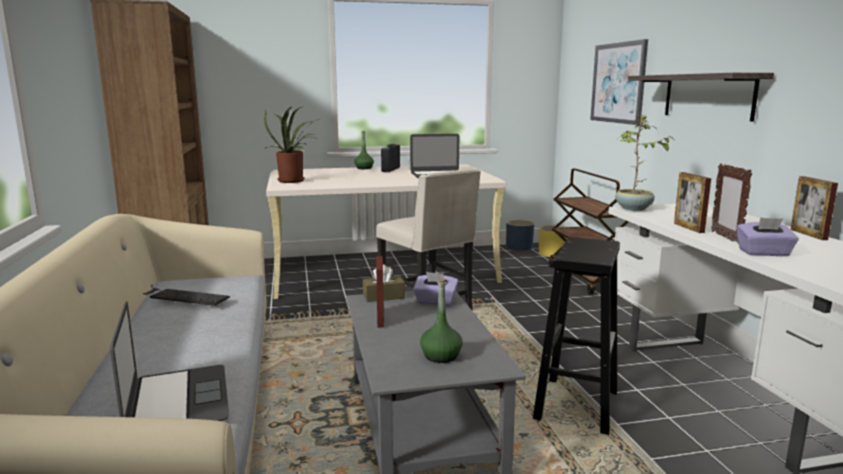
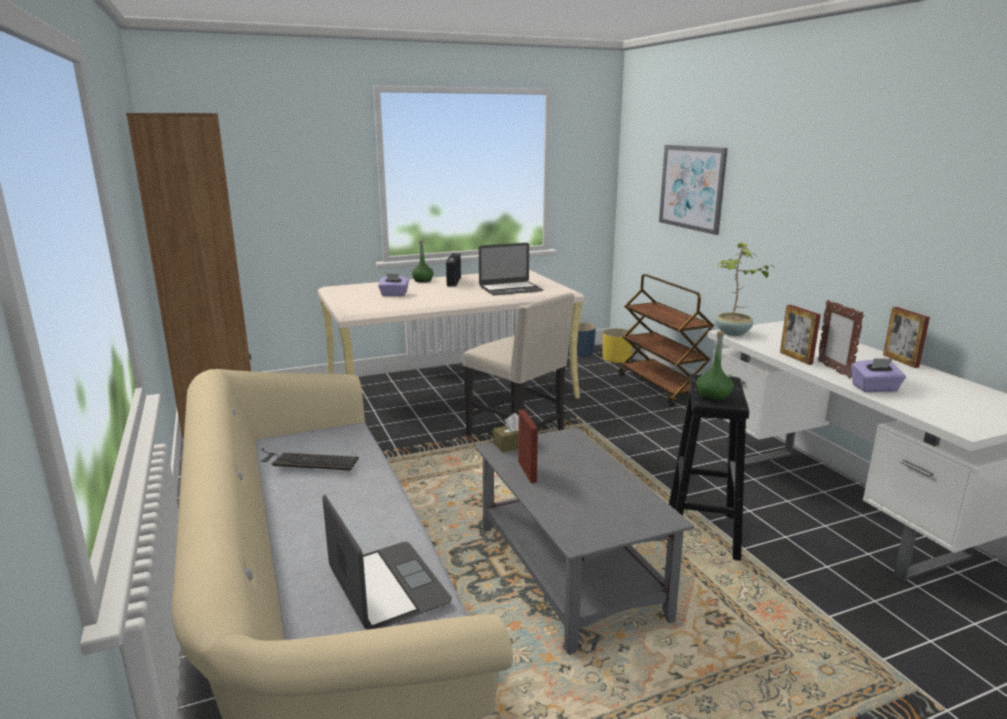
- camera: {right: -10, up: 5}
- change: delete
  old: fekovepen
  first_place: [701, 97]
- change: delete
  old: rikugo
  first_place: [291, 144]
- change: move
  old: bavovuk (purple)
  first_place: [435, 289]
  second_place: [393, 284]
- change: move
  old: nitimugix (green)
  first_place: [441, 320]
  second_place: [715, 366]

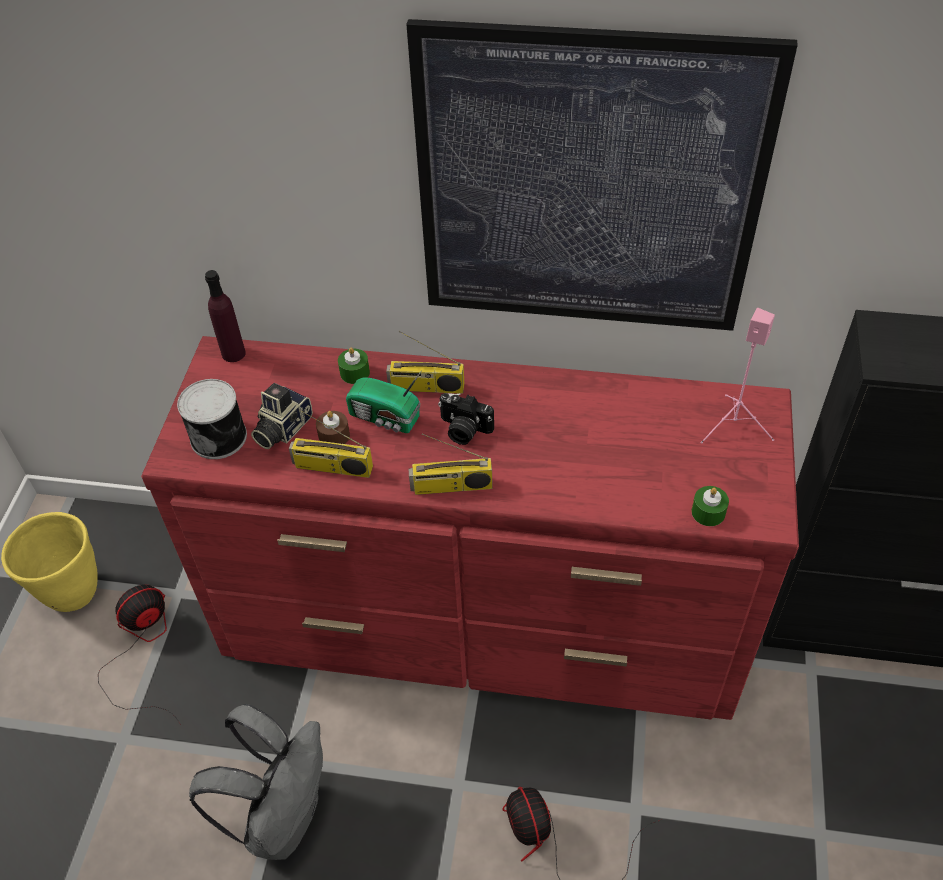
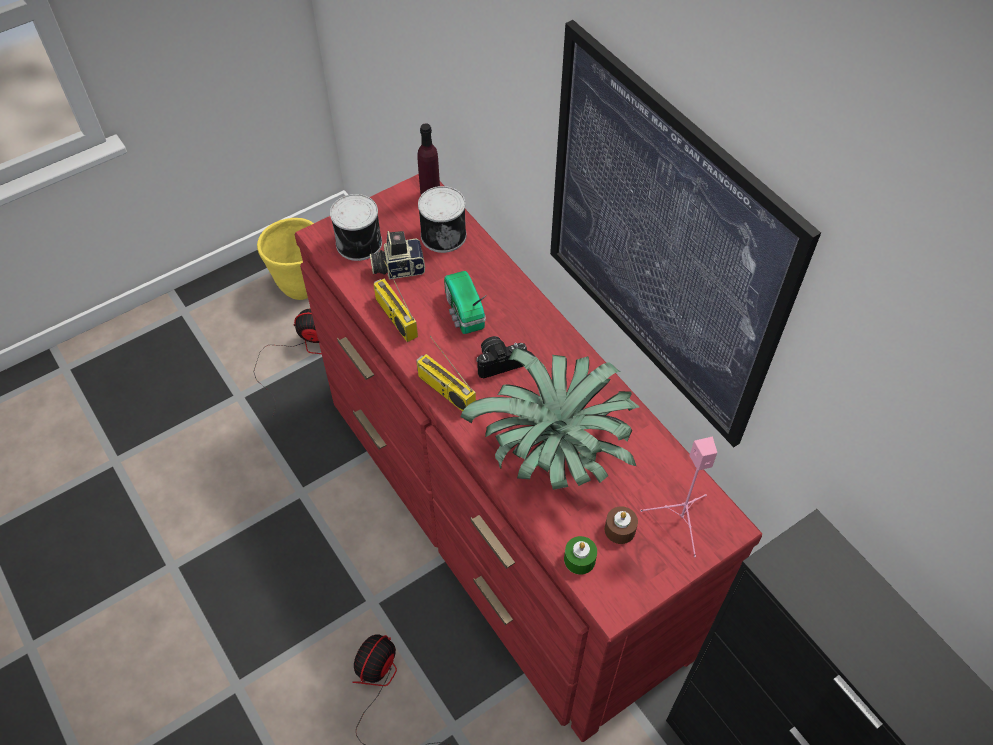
- camera: {right: 45, up: 5}
- change: delete
  old: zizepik
  first_place: [425, 362]
- change: delete
  old: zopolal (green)
  first_place: [354, 365]
- change: rotate
  old: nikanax
  first_place: [466, 419]
  second_place: [501, 357]
  degrees: 90
- change: move
  old: zopolal (brown)
  first_place: [333, 427]
  second_place: [621, 525]
- change: delete
  old: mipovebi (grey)
  first_place: [256, 782]
- change: insert
  new: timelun
  second_place: [442, 219]
- change: insert
  new: rikugo
  second_place: [550, 419]

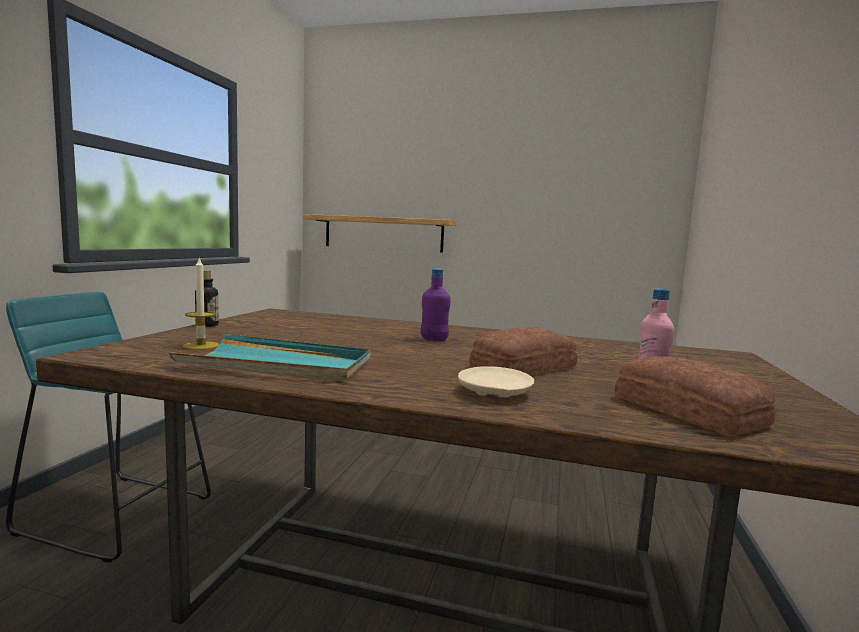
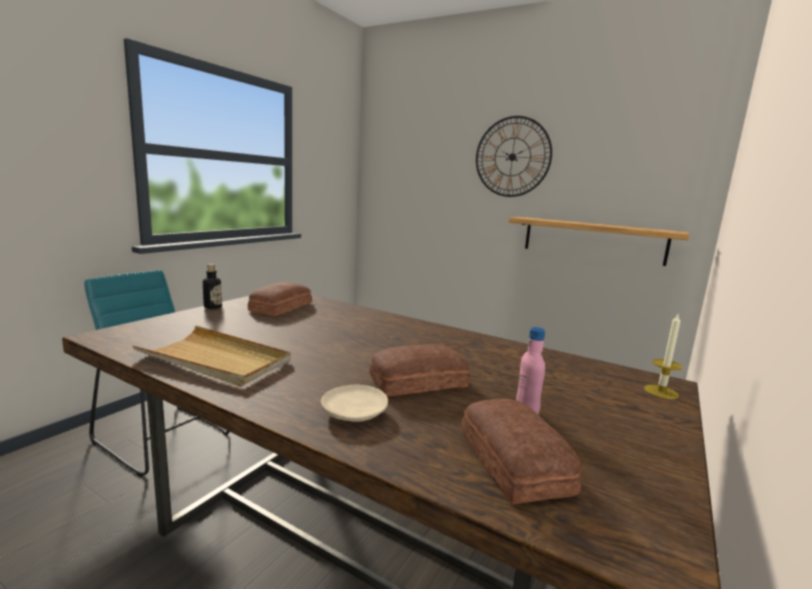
- camera: {right: 15, up: 5}
- change: move
  old: fekovepen
  first_place: [379, 233]
  second_place: [598, 241]
- change: move
  old: zopolal
  first_place: [201, 303]
  second_place: [663, 356]
- change: delete
  old: nitimugix (purple)
  first_place: [435, 304]
- change: recolor
  old: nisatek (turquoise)
  new: nisatek (beige)
  first_place: [269, 358]
  second_place: [211, 356]
- change: insert
  new: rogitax
  second_place: [514, 156]
- change: insert
  new: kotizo
  second_place: [280, 299]

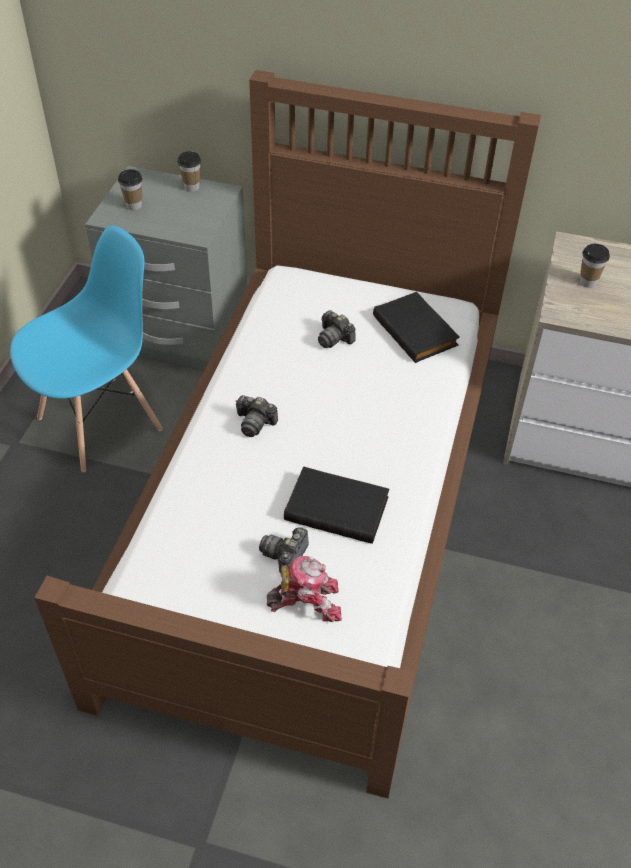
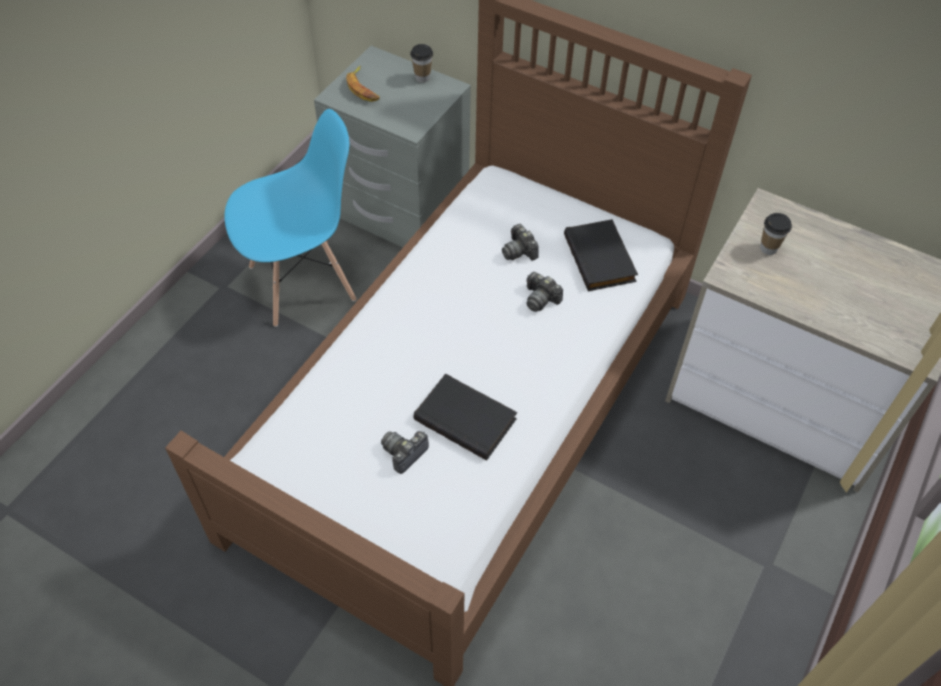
- camera: {right: 15, up: 5}
- change: replace
  old: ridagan
  new: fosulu
  first_place: [130, 189]
  second_place: [363, 84]
- change: move
  old: nikanax
  first_place: [257, 416]
  second_place: [545, 292]
- change: delete
  old: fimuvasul
  first_place: [304, 589]

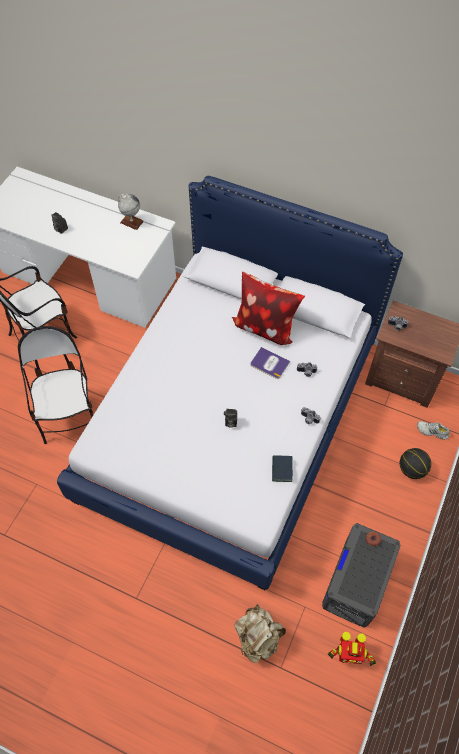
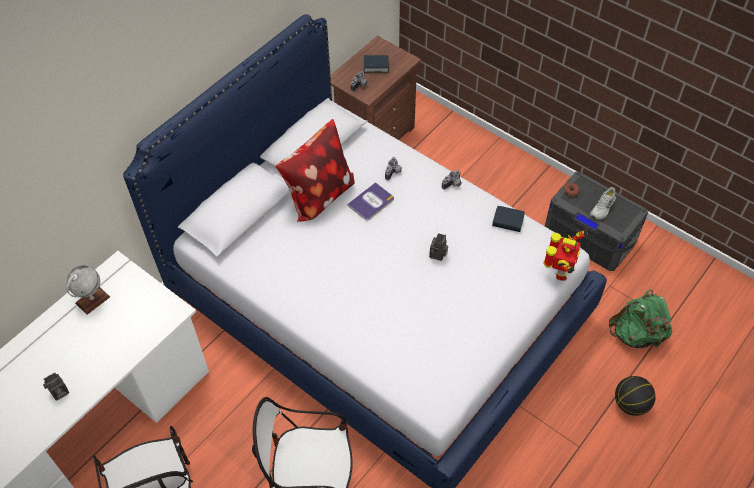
- camera: {right: -75, up: -5}
- change: move
  old: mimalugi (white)
  first_place: [433, 430]
  second_place: [603, 203]
- change: move
  old: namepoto
  first_place: [415, 463]
  second_place: [635, 396]
- change: recolor
  old: mipovebi (beige)
  new: mipovebi (green)
  first_place: [260, 633]
  second_place: [640, 319]
- change: move
  old: fimuvasul
  first_place: [352, 649]
  second_place: [566, 254]
- change: insert
  new: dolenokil
  second_place: [376, 64]

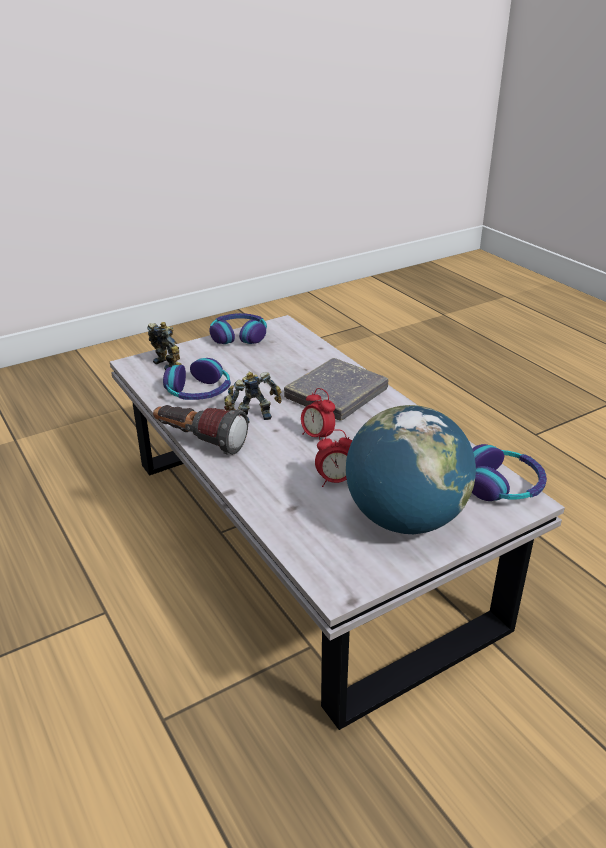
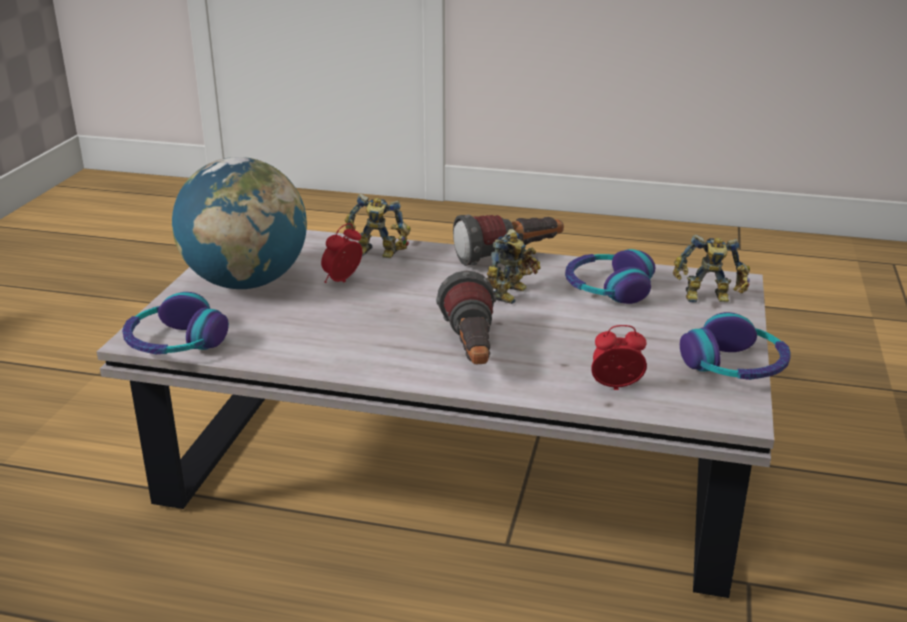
- camera: {right: 135, up: -5}
- change: replace
  old: dolenokil (grey)
  new: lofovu
  first_place: [336, 389]
  second_place: [466, 317]
- change: move
  old: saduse
  first_place: [318, 414]
  second_place: [619, 357]
- change: insert
  new: fimuvasul
  second_place: [378, 226]

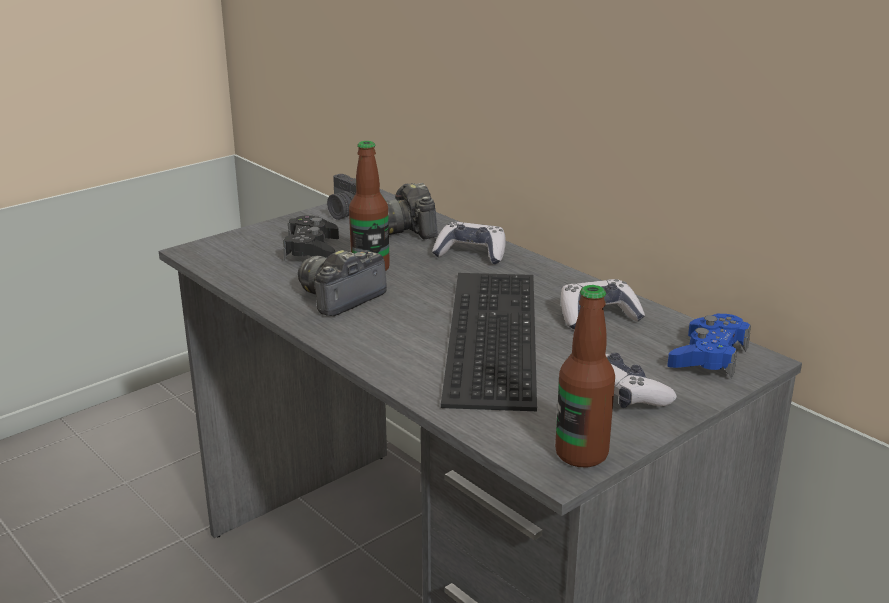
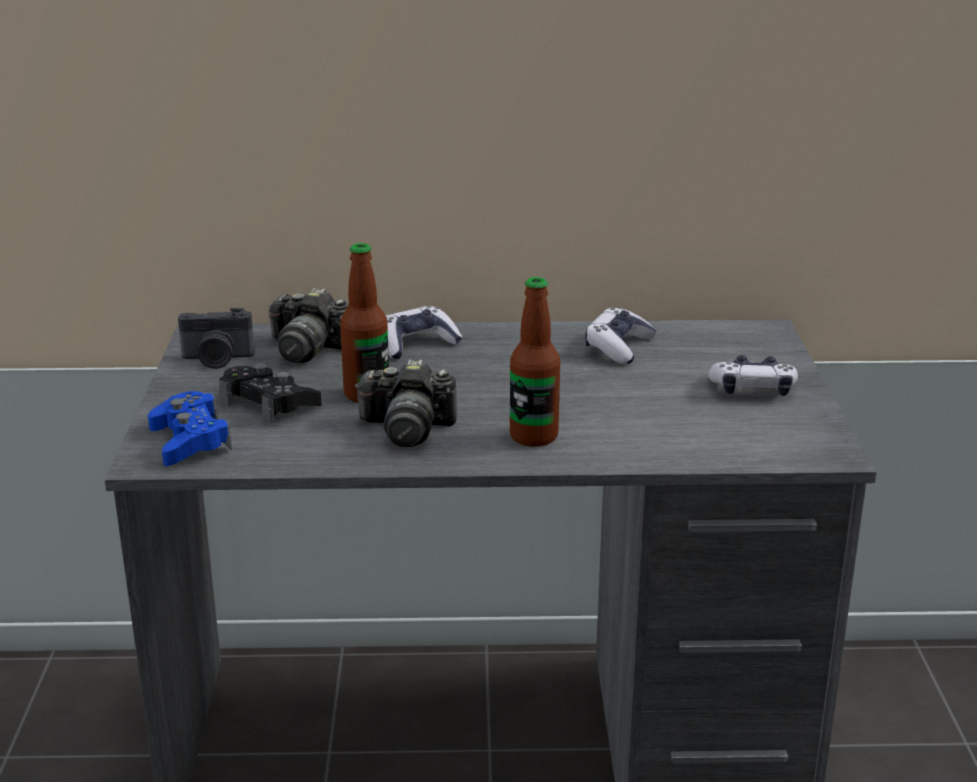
- camera: {right: -50, up: 0}
- change: rotate
  old: nikanax
  first_place: [342, 283]
  second_place: [406, 403]
  degrees: -75
- change: delete
  old: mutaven
  first_place: [489, 342]
- change: move
  old: nitimugix
  first_place: [585, 376]
  second_place: [535, 362]
- change: move
  old: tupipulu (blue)
  first_place: [709, 345]
  second_place: [190, 428]

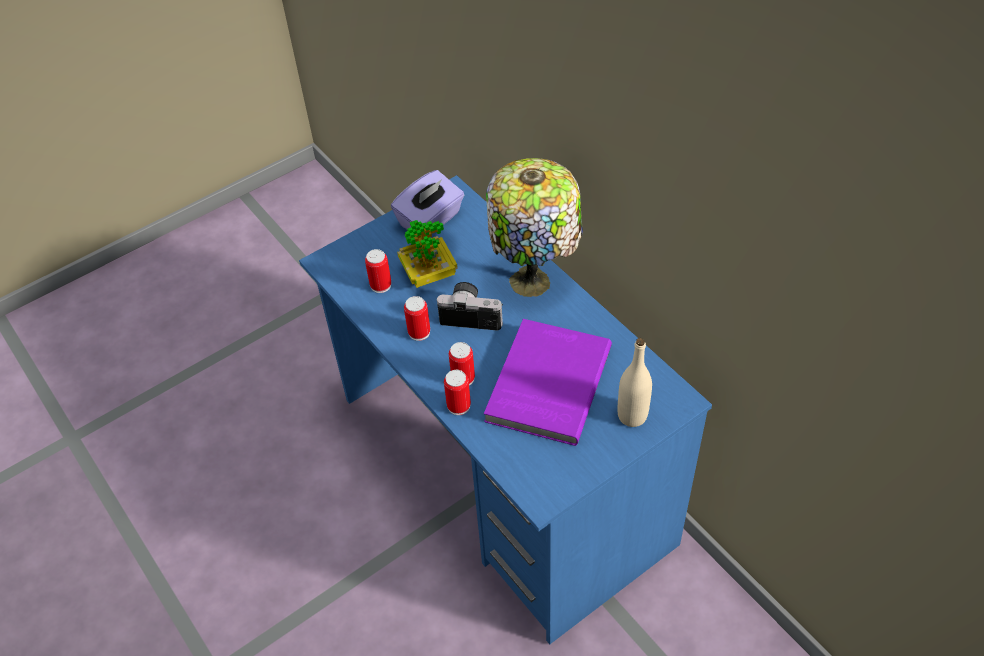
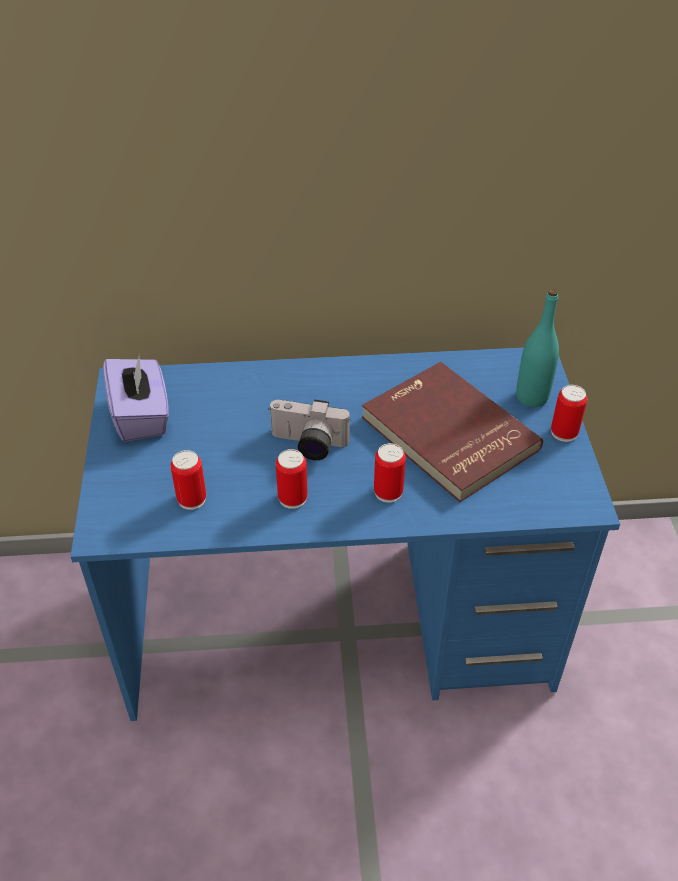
- camera: {right: -60, up: -5}
- change: delete
  old: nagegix
  first_place: [534, 227]
- change: delete
  old: rikugo
  first_place: [427, 254]
- change: rotate
  old: nikanax
  first_place: [469, 306]
  second_place: [309, 429]
  degrees: -120
- change: recolor
  old: dolenokil (purple)
  new: dolenokil (red)
  first_place: [548, 382]
  second_place: [452, 432]
- change: recolor
  old: nitimugix (beige)
  new: nitimugix (turquoise)
  first_place: [634, 382]
  second_place: [537, 348]
- change: move
  old: timelun
  first_place: [457, 392]
  second_place: [569, 413]

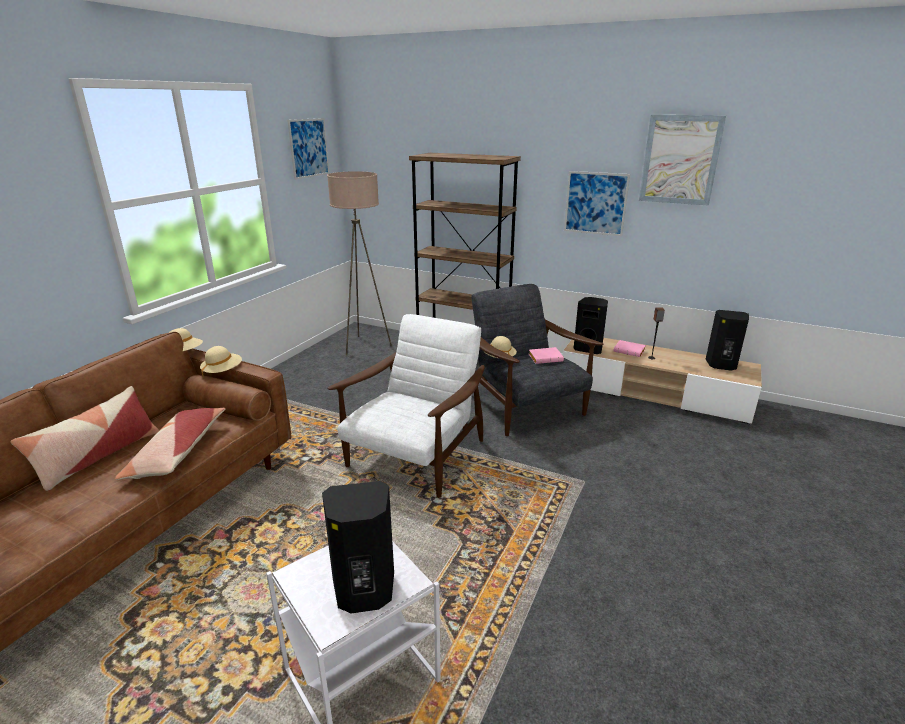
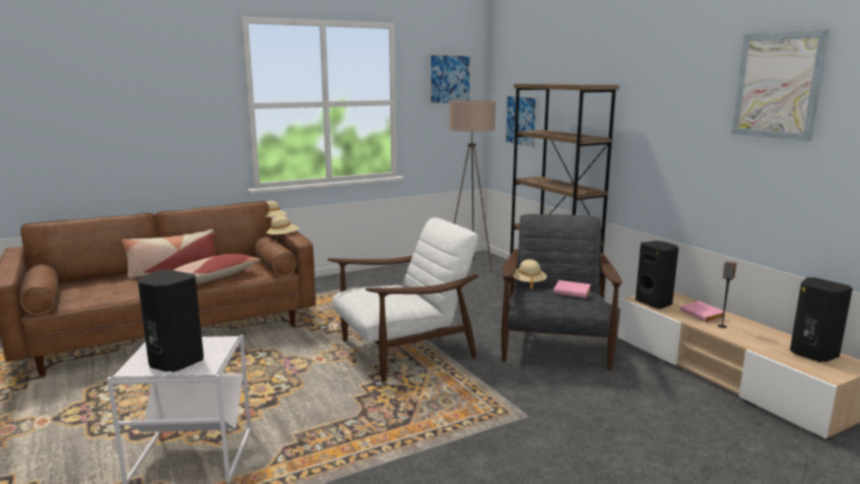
- camera: {right: 35, up: -10}
- change: move
  old: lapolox
  first_place: [597, 203]
  second_place: [521, 122]

